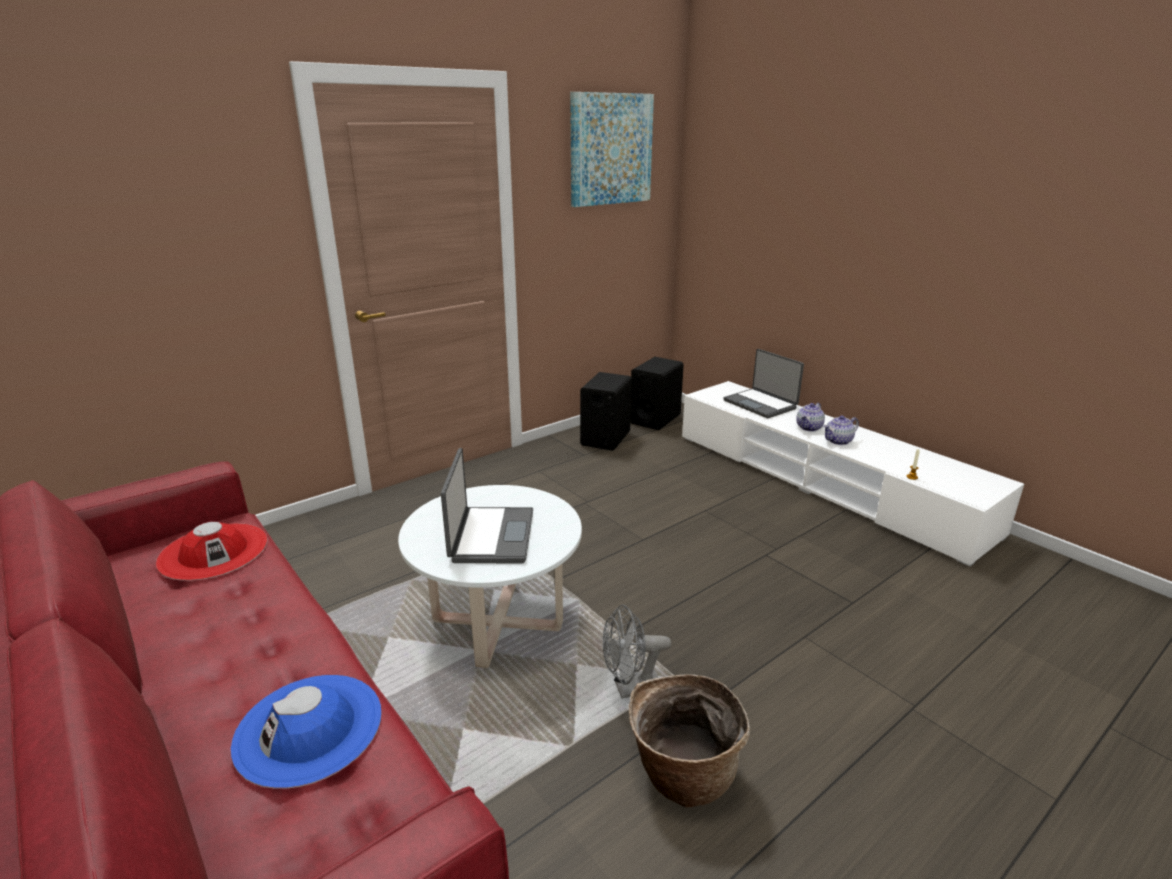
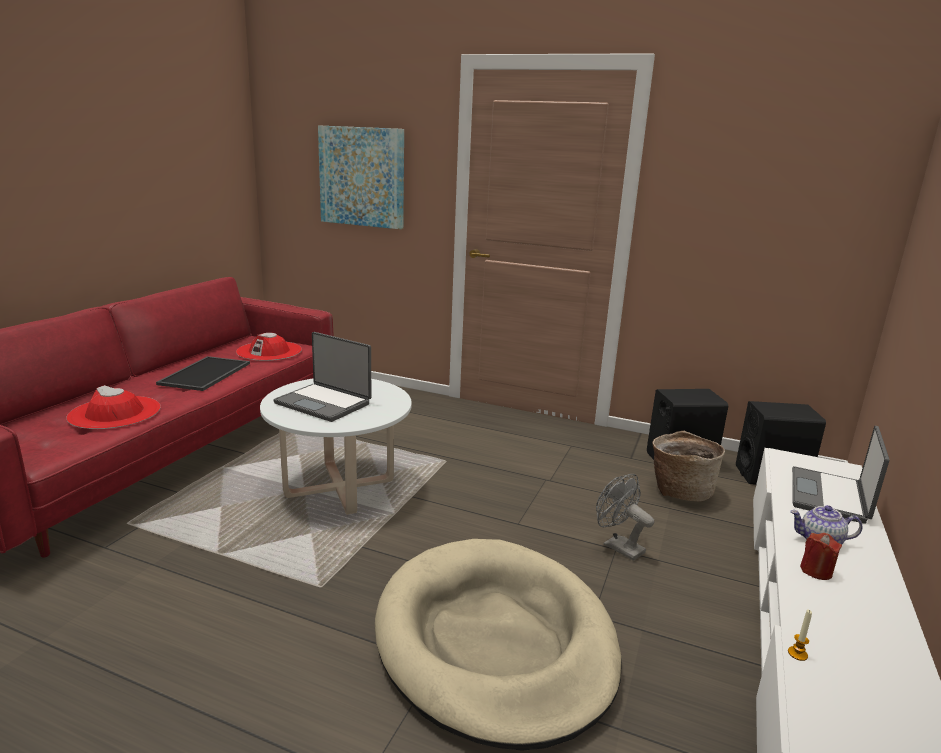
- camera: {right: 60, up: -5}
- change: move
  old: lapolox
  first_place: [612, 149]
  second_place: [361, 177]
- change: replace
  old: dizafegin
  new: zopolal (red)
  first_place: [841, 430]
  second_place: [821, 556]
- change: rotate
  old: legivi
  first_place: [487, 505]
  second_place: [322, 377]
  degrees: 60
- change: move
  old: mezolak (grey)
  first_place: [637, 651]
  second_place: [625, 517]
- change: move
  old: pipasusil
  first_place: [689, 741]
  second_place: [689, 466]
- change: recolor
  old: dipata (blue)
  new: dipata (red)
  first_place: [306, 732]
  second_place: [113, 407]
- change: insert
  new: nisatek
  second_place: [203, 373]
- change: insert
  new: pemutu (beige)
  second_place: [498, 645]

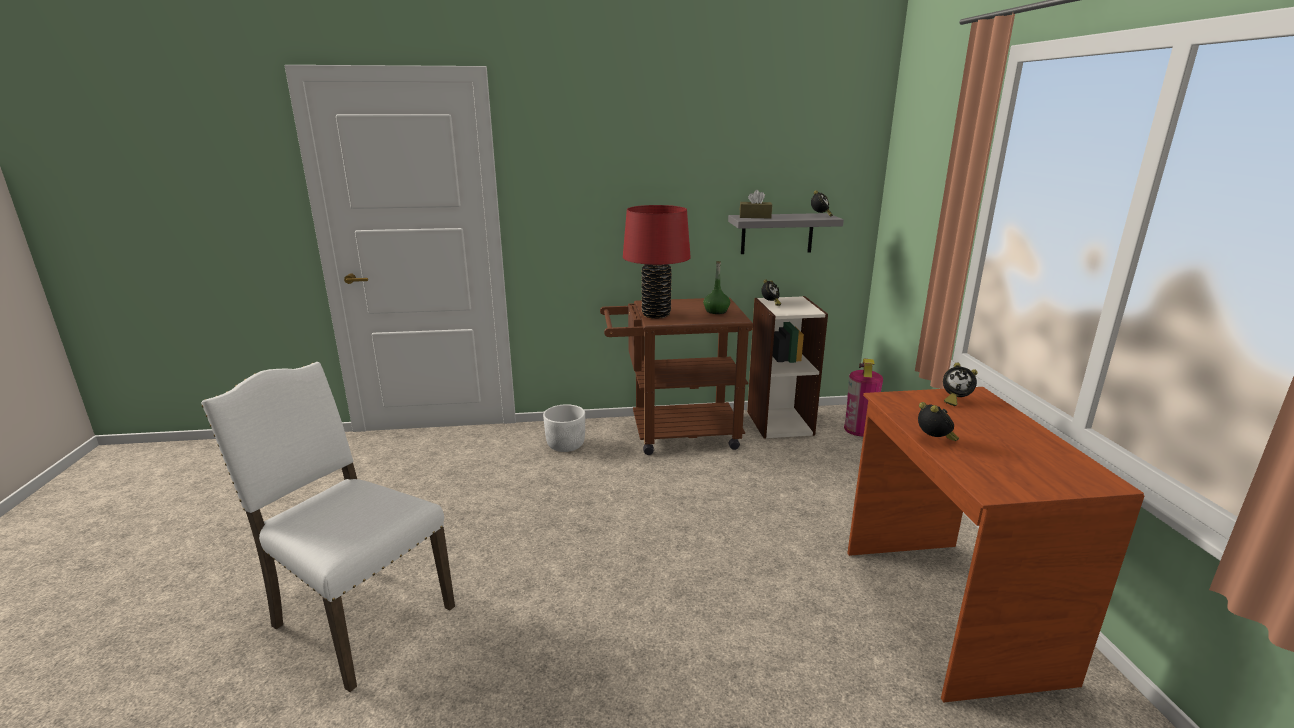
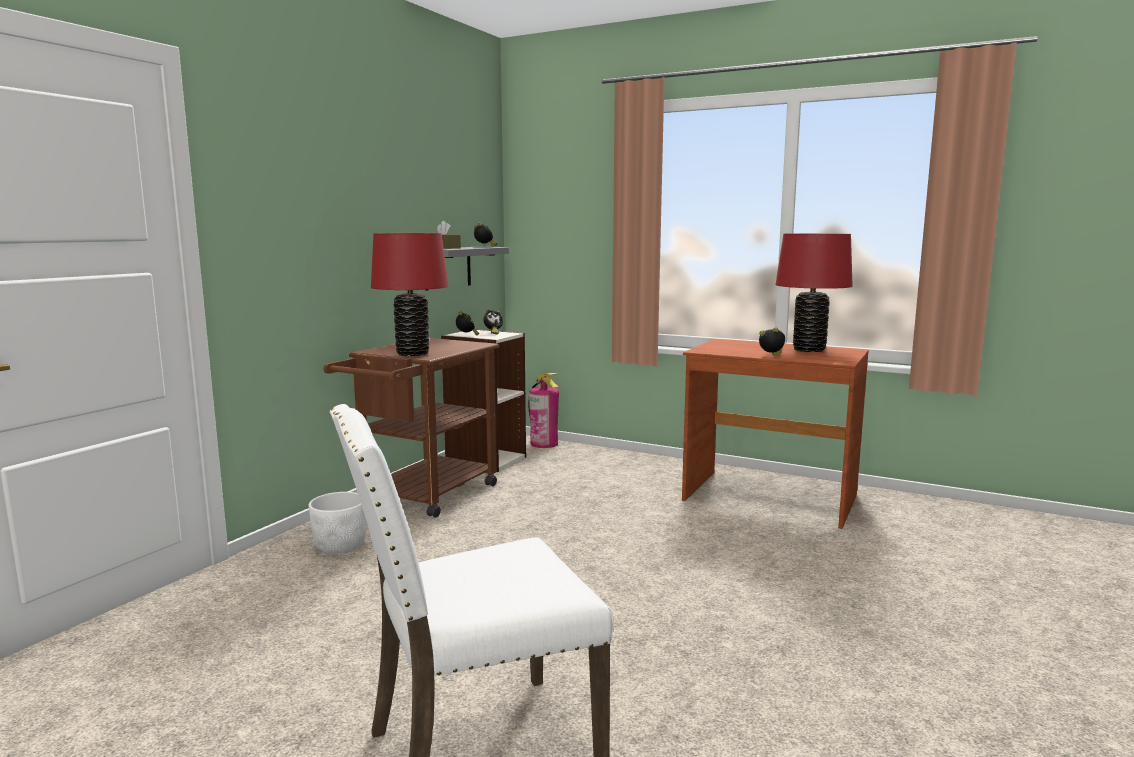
- camera: {right: -55, up: -10}
- change: delete
  old: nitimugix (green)
  first_place: [716, 287]
- change: move
  old: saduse
  first_place: [960, 384]
  second_place: [493, 321]
- change: insert
  new: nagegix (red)
  second_place: [814, 292]

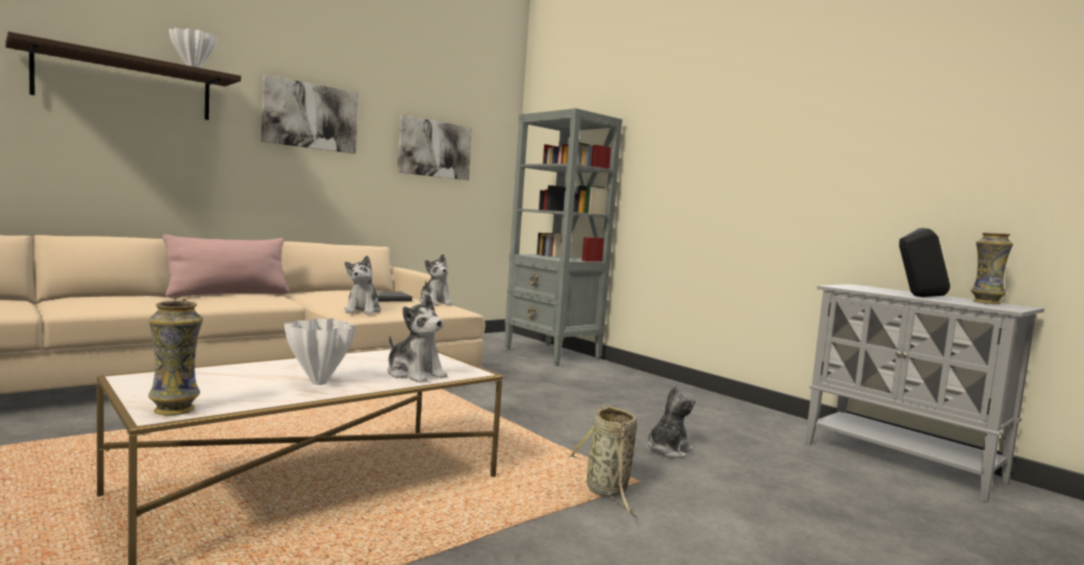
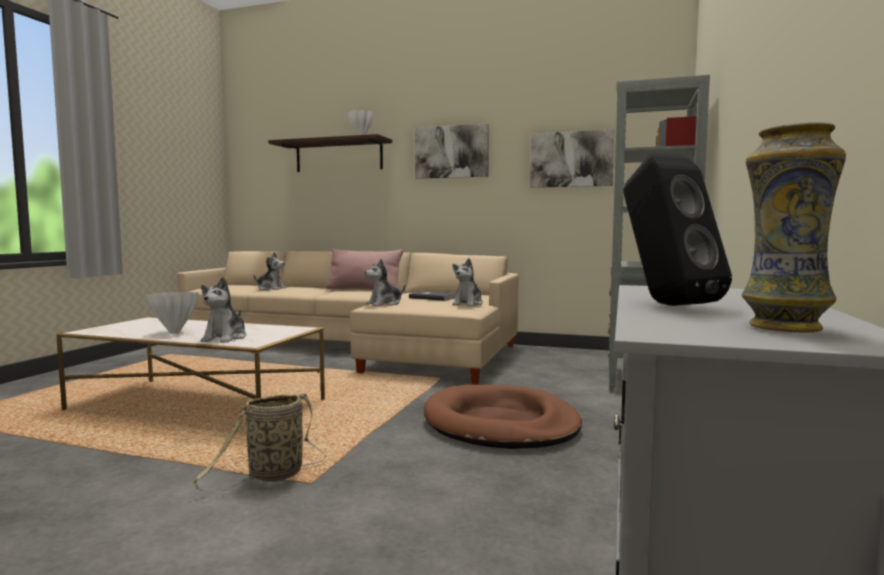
- camera: {right: 60, up: 0}
- change: delete
  old: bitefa
  first_place: [176, 358]
- change: move
  old: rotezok
  first_place: [670, 421]
  second_place: [270, 271]
- change: insert
  new: pemutu (brown)
  second_place: [503, 417]

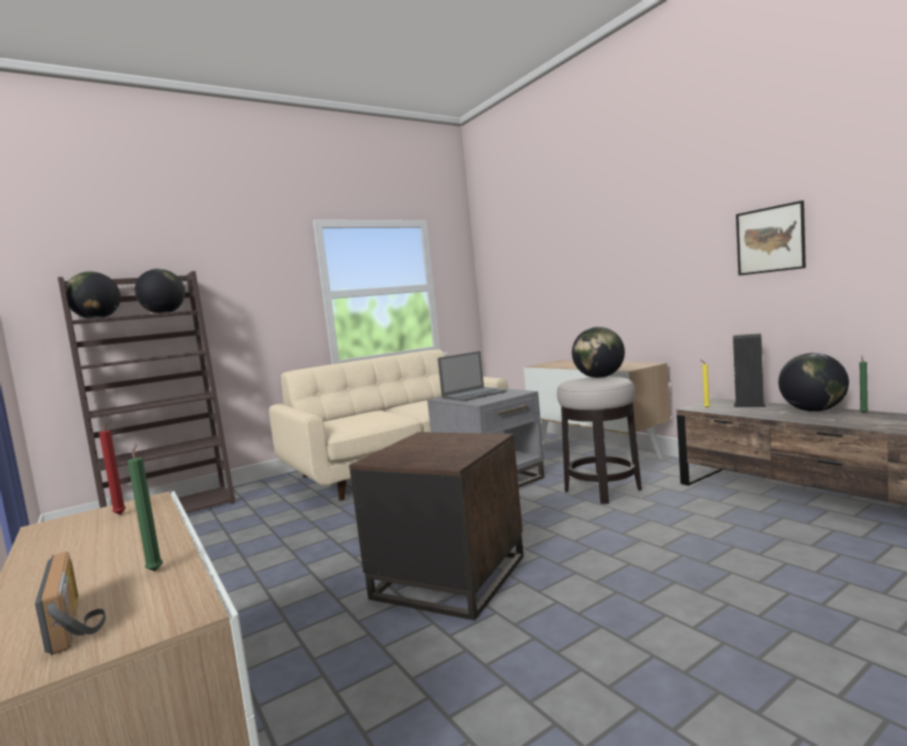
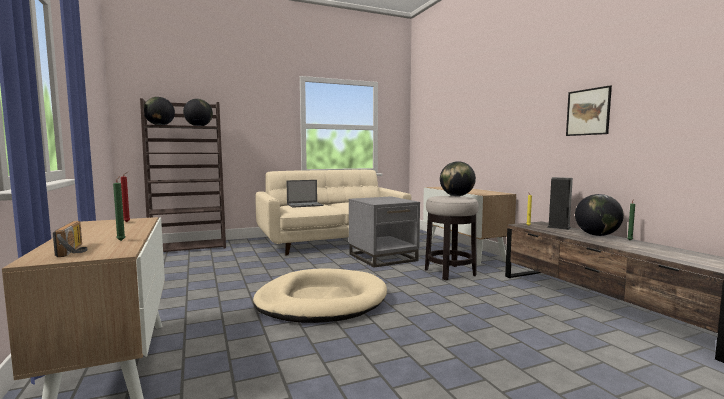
- camera: {right: 10, up: 0}
- change: move
  old: legivi
  first_place: [472, 376]
  second_place: [305, 194]
- change: replace
  old: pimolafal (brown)
  new: pemutu (beige)
  first_place: [436, 526]
  second_place: [320, 295]

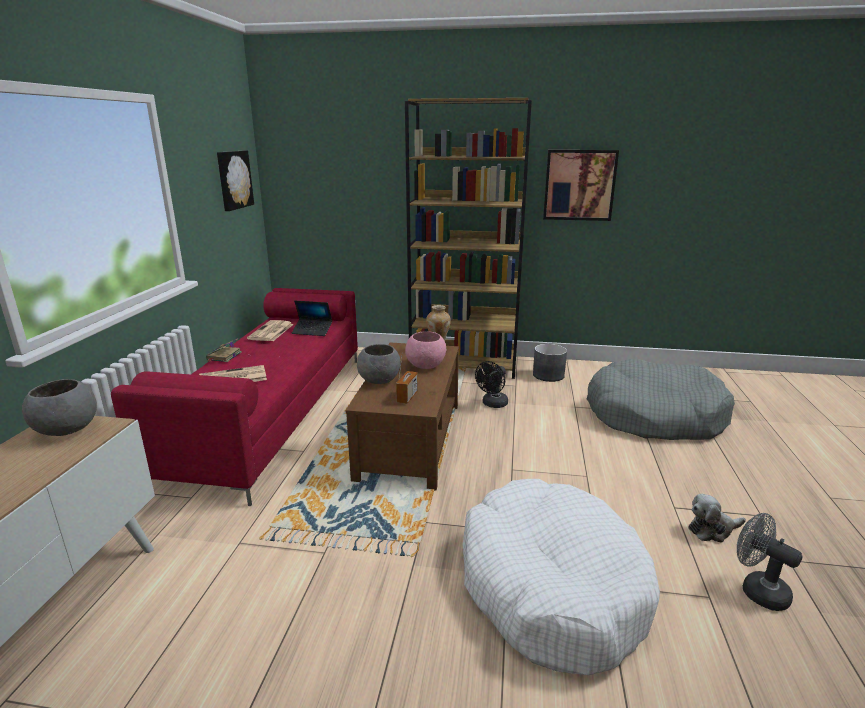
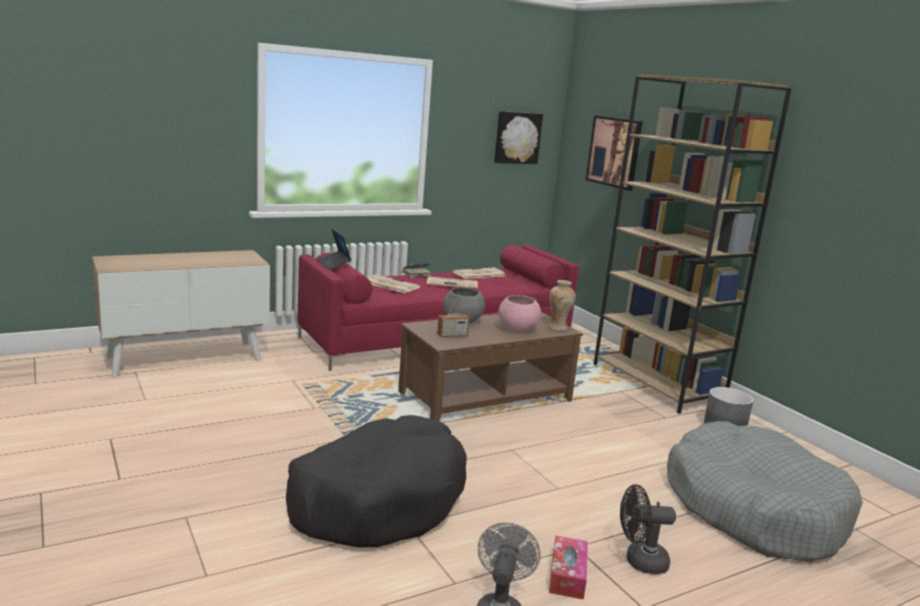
- camera: {right: 50, up: -5}
- change: move
  old: lapolox
  first_place: [581, 185]
  second_place: [614, 153]
- change: move
  old: legivi
  first_place: [312, 318]
  second_place: [334, 249]
- change: move
  old: mezolak (black)
  first_place: [491, 384]
  second_place: [648, 529]
- change: delete
  old: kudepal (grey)
  first_place: [59, 407]
- change: recolor
  old: pemutu (white)
  new: pemutu (black)
  first_place: [561, 577]
  second_place: [376, 481]
- change: replace
  old: rotezok
  new: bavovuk
  first_place: [717, 518]
  second_place: [568, 567]
- change: insert
  new: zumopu
  second_place: [452, 283]

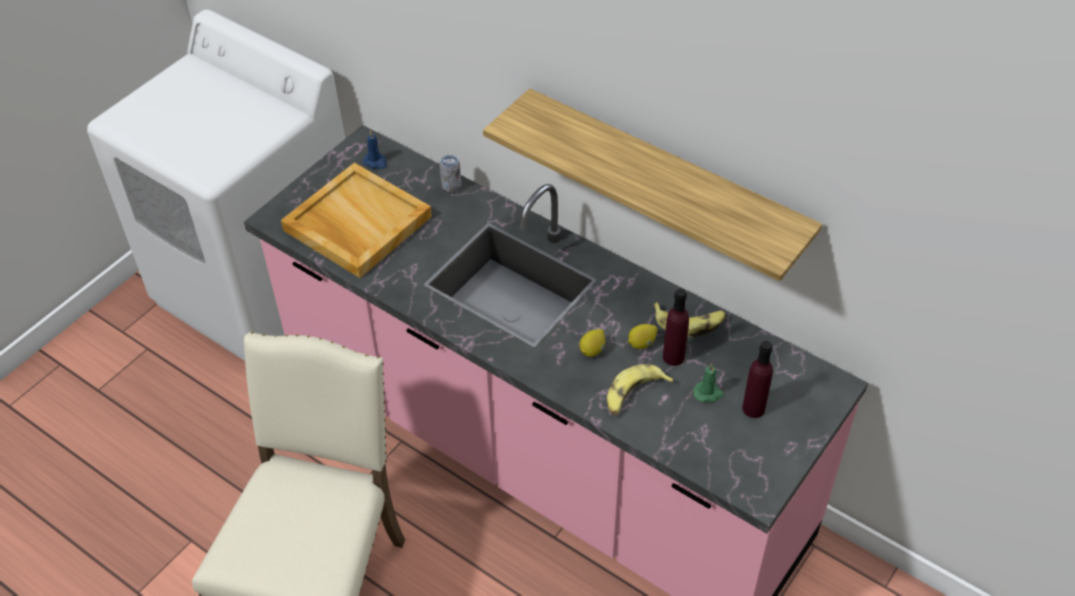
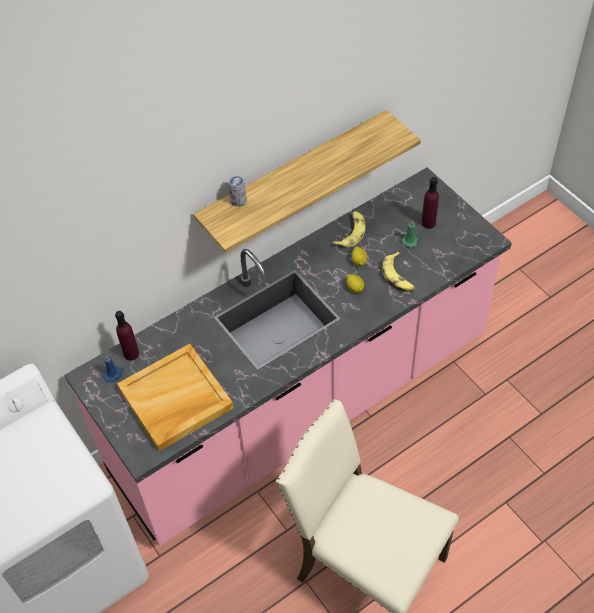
- camera: {right: -70, up: 5}
- change: move
  old: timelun
  first_place: [450, 174]
  second_place: [237, 191]
- change: move
  old: nitimugix (purple)
  first_place: [676, 327]
  second_place: [127, 336]

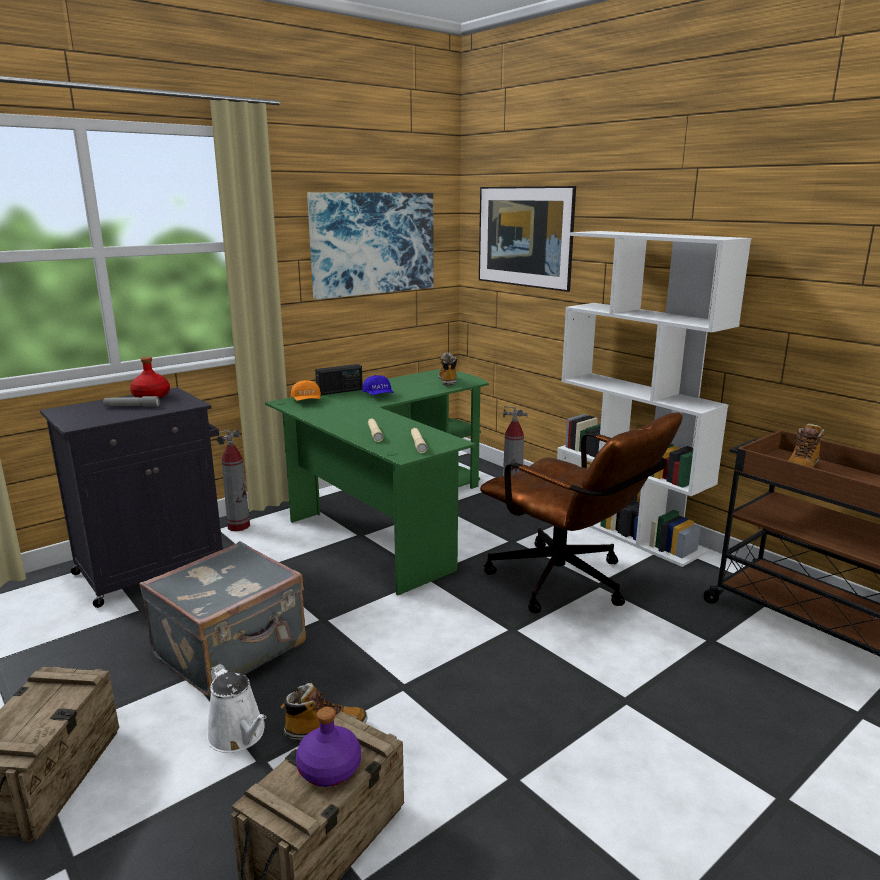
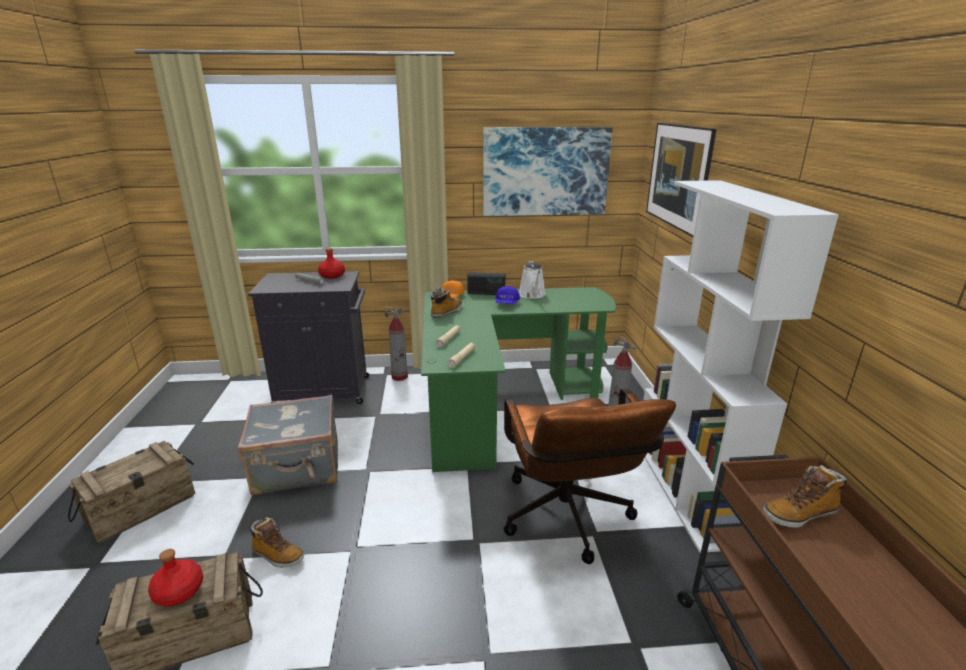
- camera: {right: 35, up: 5}
- change: move
  old: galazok
  first_place: [448, 369]
  second_place: [446, 302]
- change: move
  old: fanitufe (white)
  first_place: [236, 708]
  second_place: [532, 280]
- change: recolor
  old: nitimugix (purple)
  new: nitimugix (red)
  first_place: [328, 747]
  second_place: [175, 578]

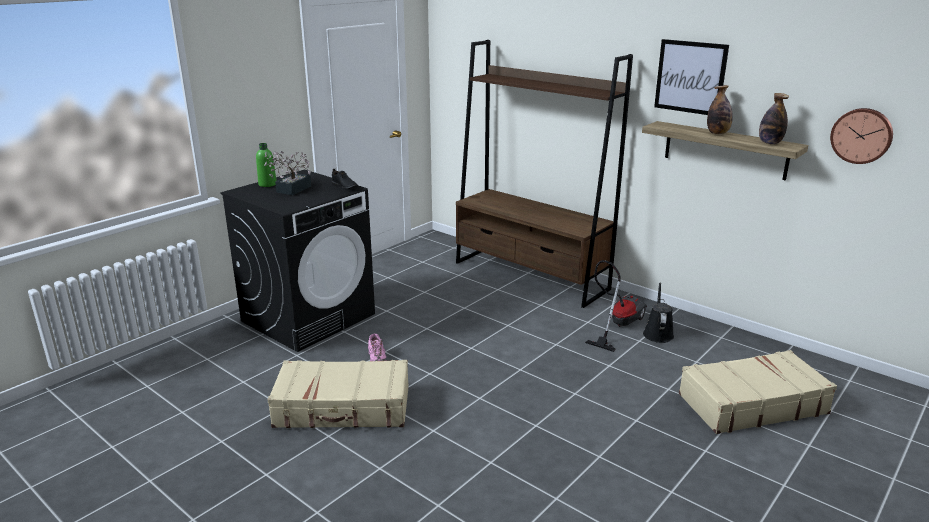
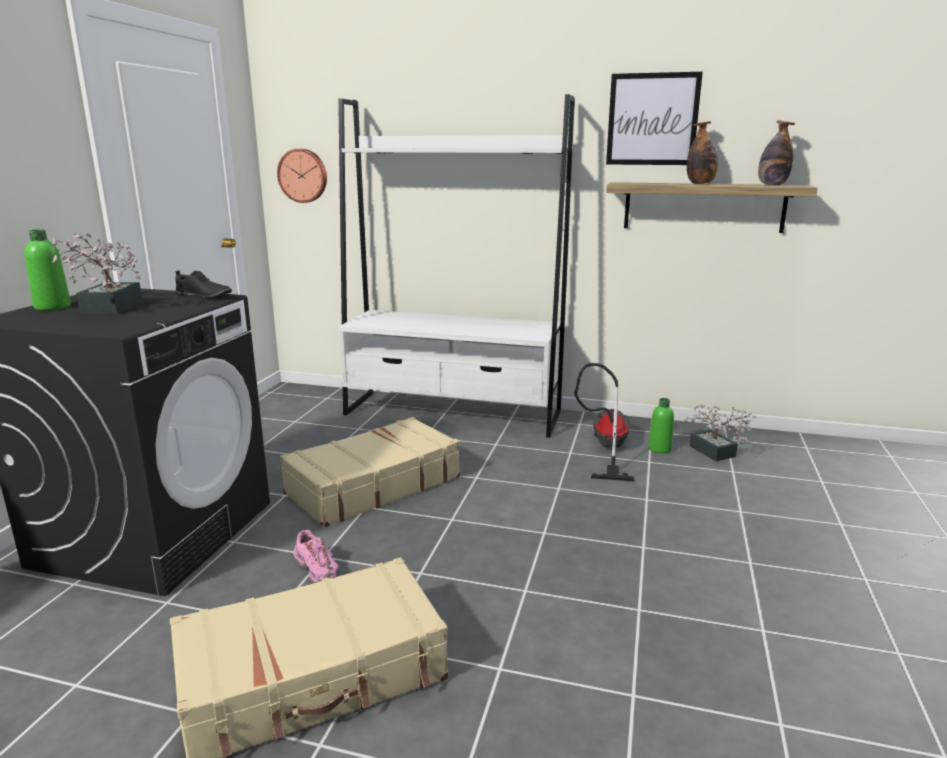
- camera: {right: -25, up: -5}
- change: recolor
  old: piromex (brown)
  new: piromex (white)
  first_place: [544, 174]
  second_place: [456, 266]
- change: move
  old: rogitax
  first_place: [861, 136]
  second_place: [302, 176]
- change: replace
  old: fanitufe (black)
  new: nitimugix (green)
  first_place: [658, 312]
  second_place: [661, 425]
- change: move
  old: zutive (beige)
  first_place: [758, 392]
  second_place: [370, 472]
- change: insert
  new: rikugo
  second_place: [720, 432]

